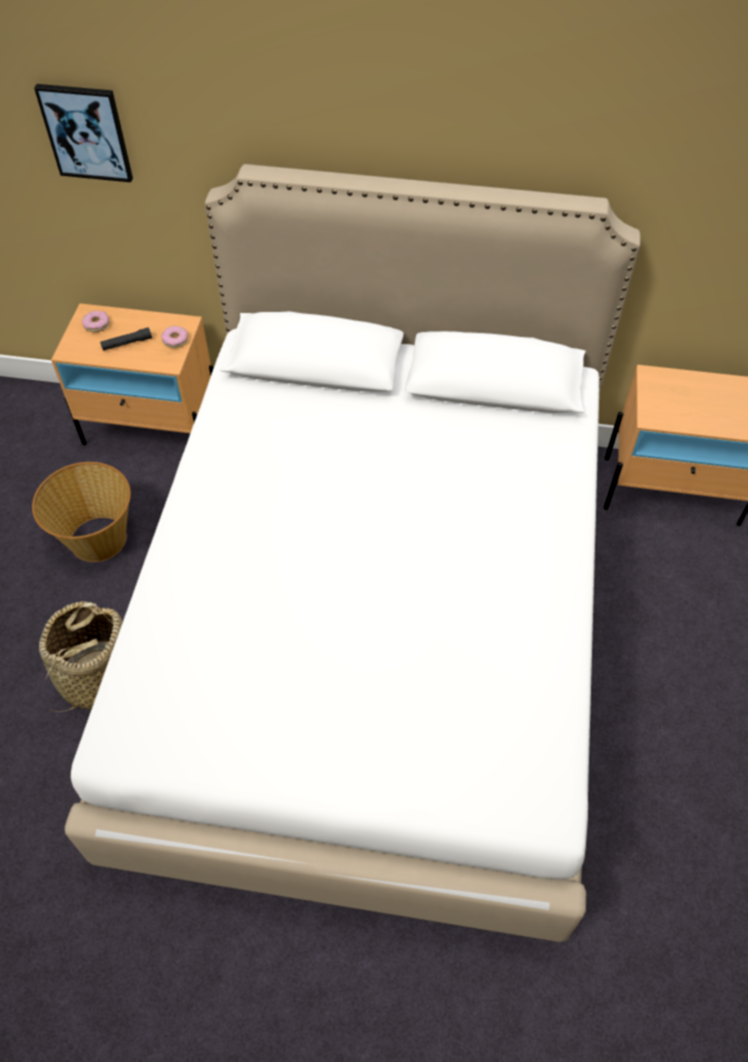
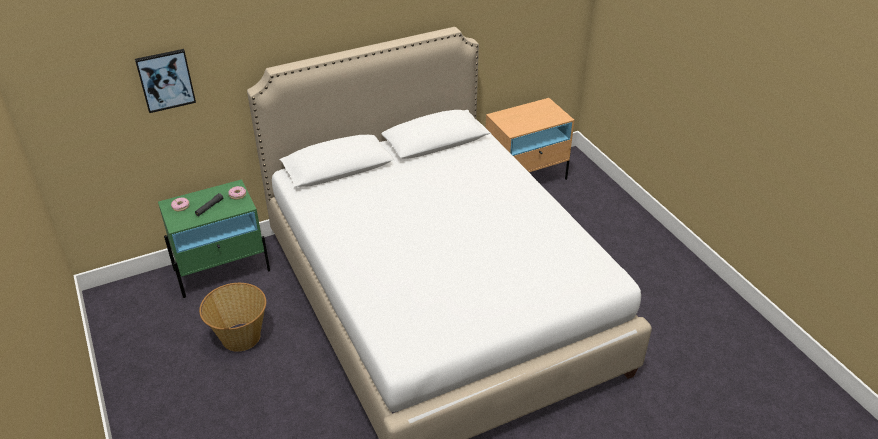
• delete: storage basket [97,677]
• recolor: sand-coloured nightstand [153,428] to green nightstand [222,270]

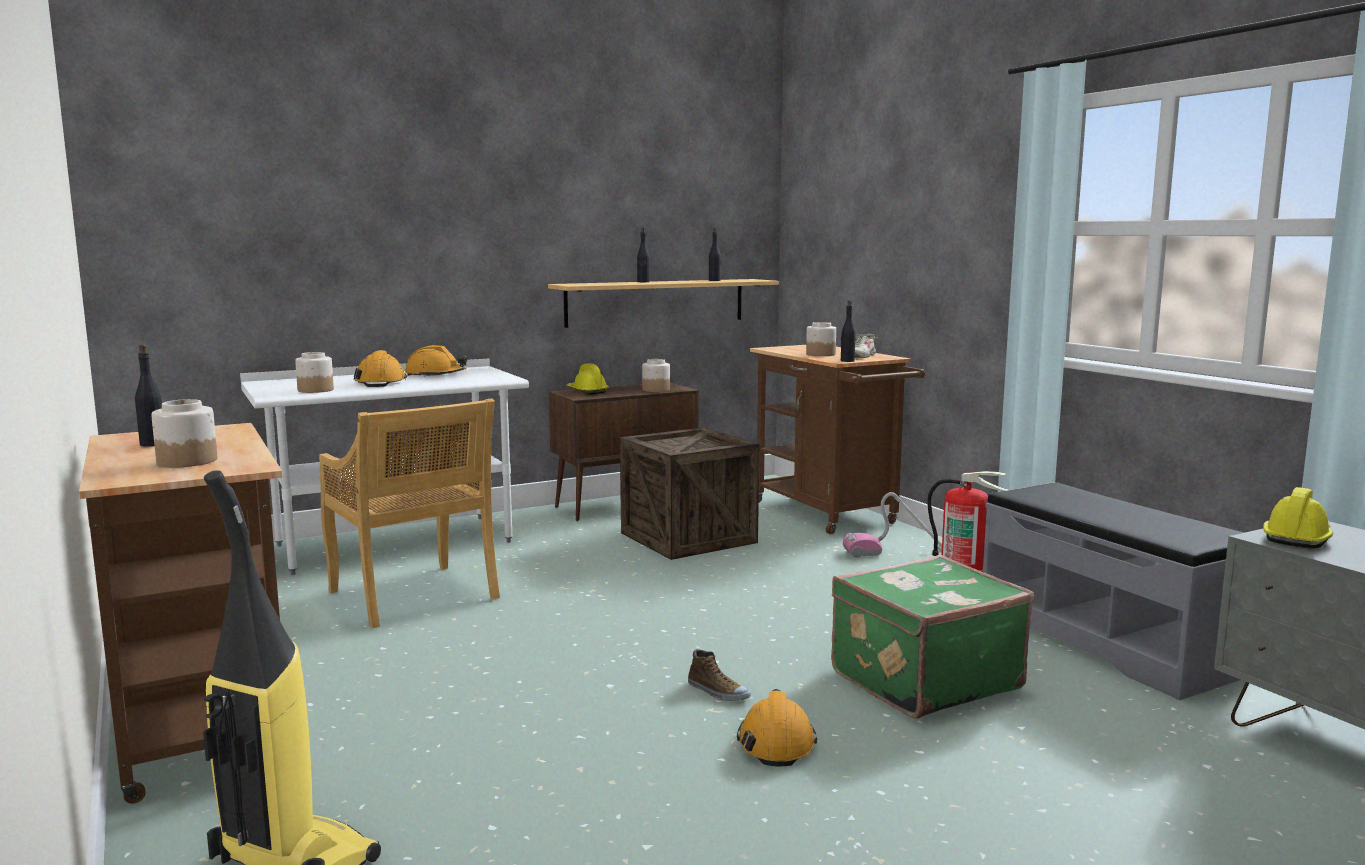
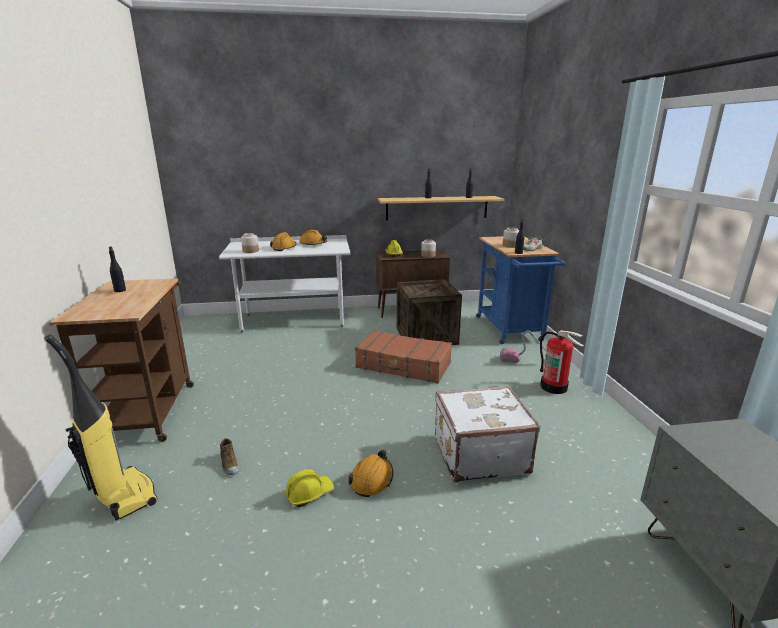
• delete: preserve jar [187,461]
• delete: sand-coloured plain chair [414,596]
• delete: greyish long seat [1107,641]
• insert: brown suitcase [403,366]
• move: item of footwear [717,692] to [229,464]
• move: yellowish safety helmet [1297,538] to [309,493]
• recolor: brown trolley [829,515] to blue trolley [510,331]
• recolor: green suitcase [922,679] to white-coloured suitcase [479,454]

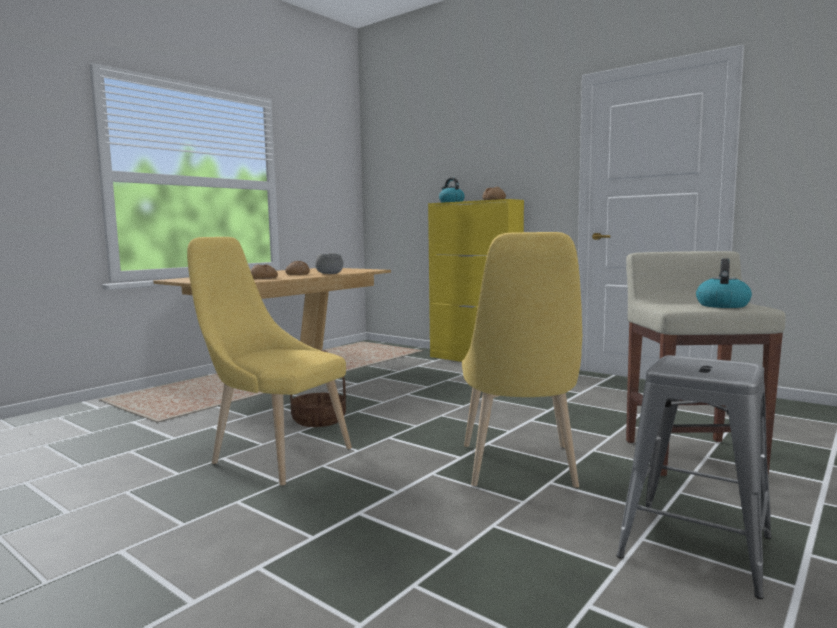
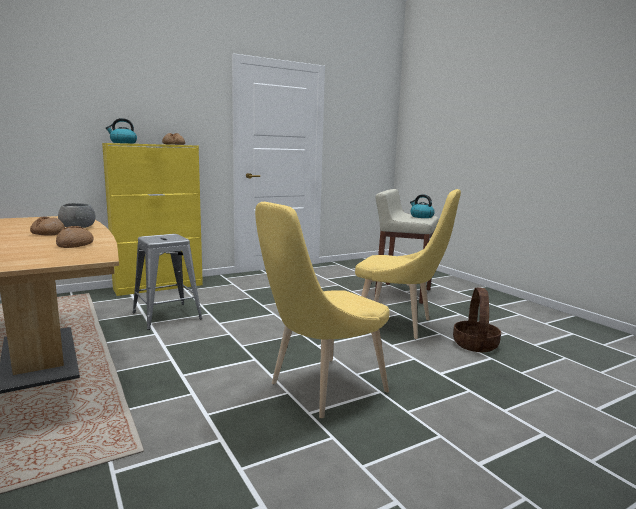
• move: storage basket [319,419] to [475,344]
• move: greyish stool [695,546] to [166,316]

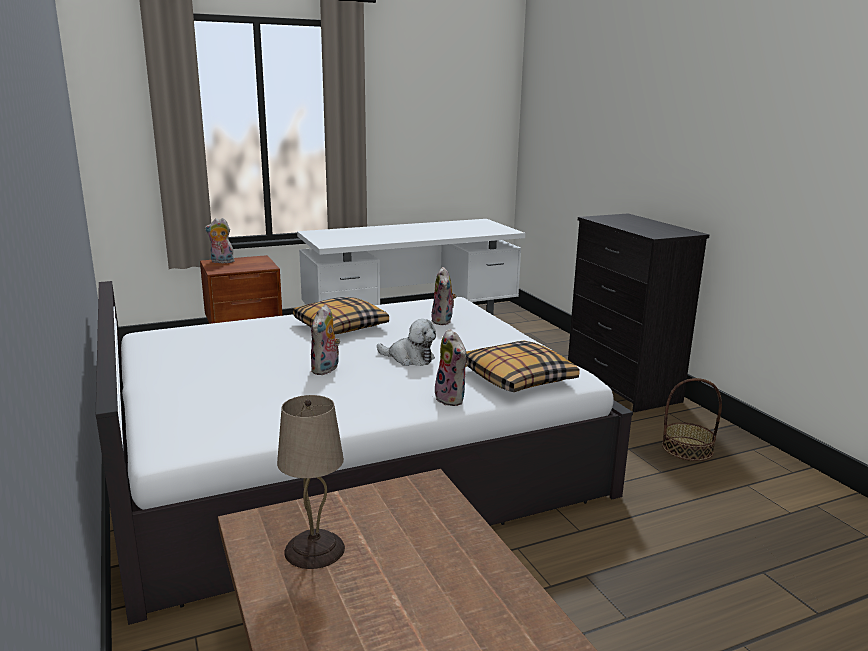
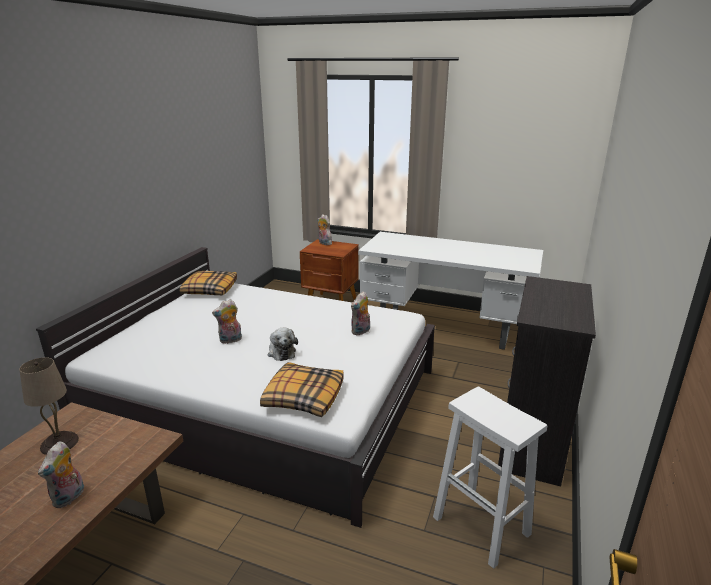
• move: cushion [340,326] to [209,289]
• move: soft toy [452,399] to [69,498]
• replace: storage basket [687,448] to white-coloured stool [482,526]

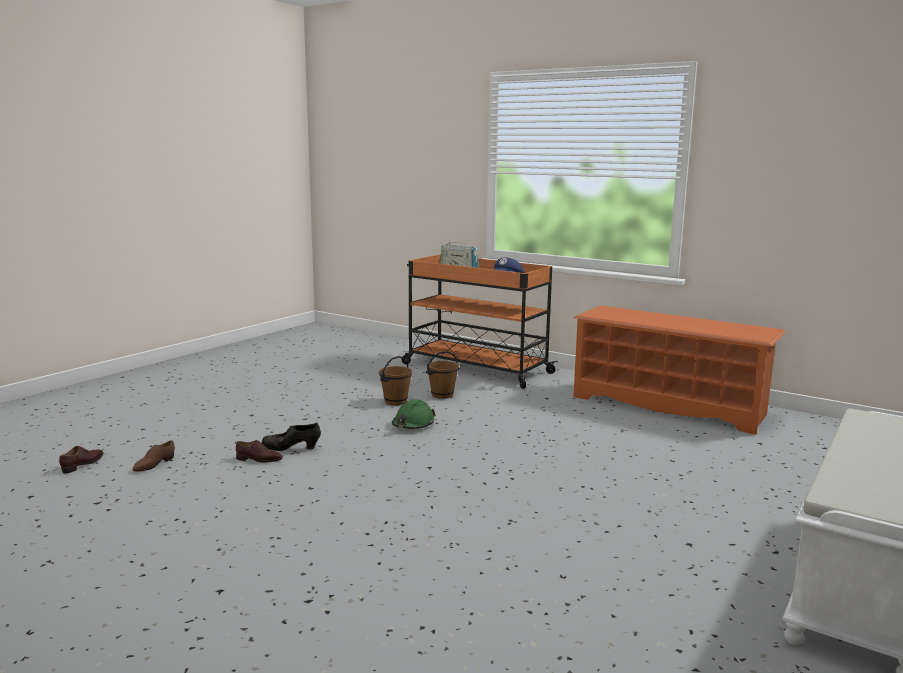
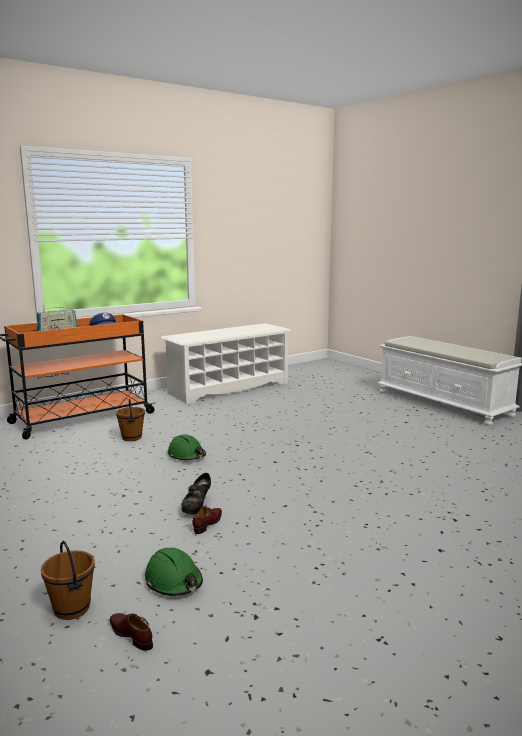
• move: brown bucket [395,401] to [71,609]
• replace: brown item of footwear [154,464] to green safety helmet [174,582]
• recolor: orangey shoe shelf [669,406] to white-coloured shoe shelf [228,388]

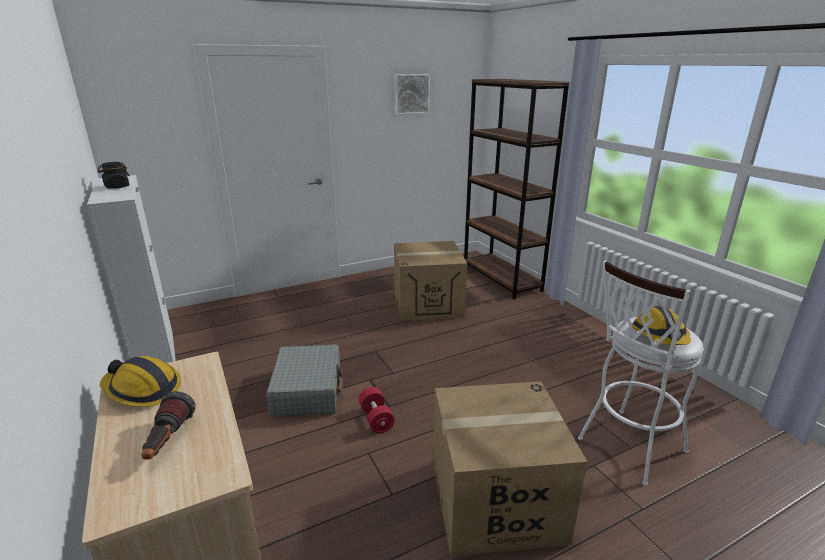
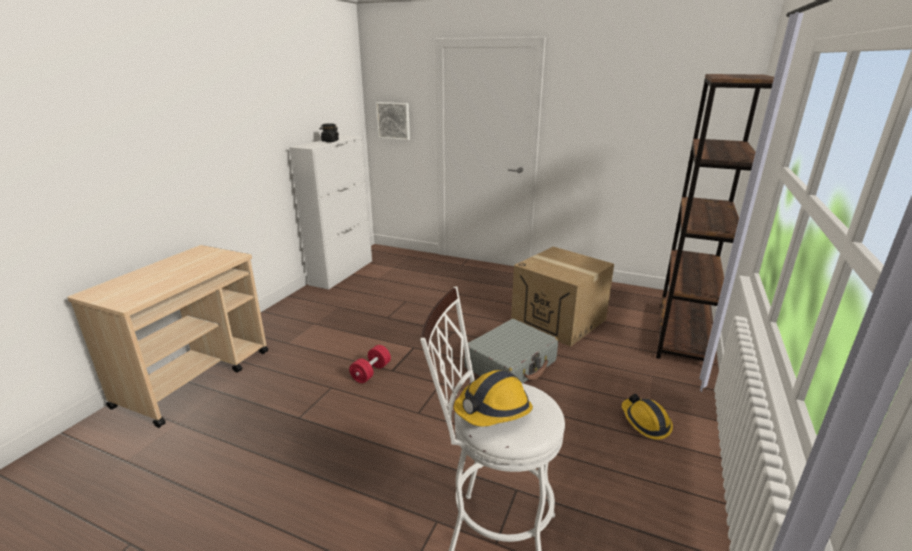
• delete: torch [168,441]
• delete: cardboard box [495,500]
• move: safety helmet [142,390] to [645,422]
• move: greyish suitcase [308,390] to [511,364]
• move: picture [411,94] to [394,120]

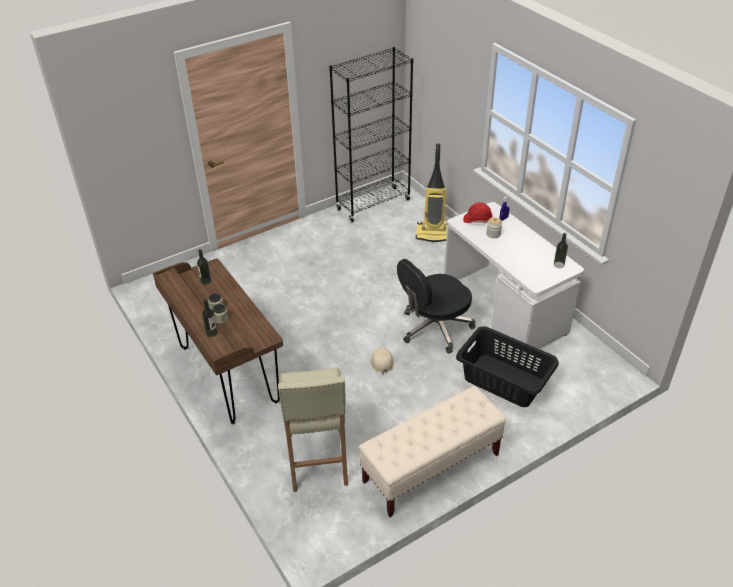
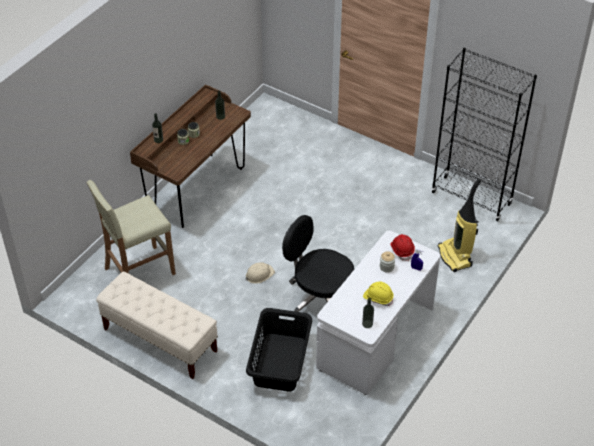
• insert: yellowish safety helmet [378,298]

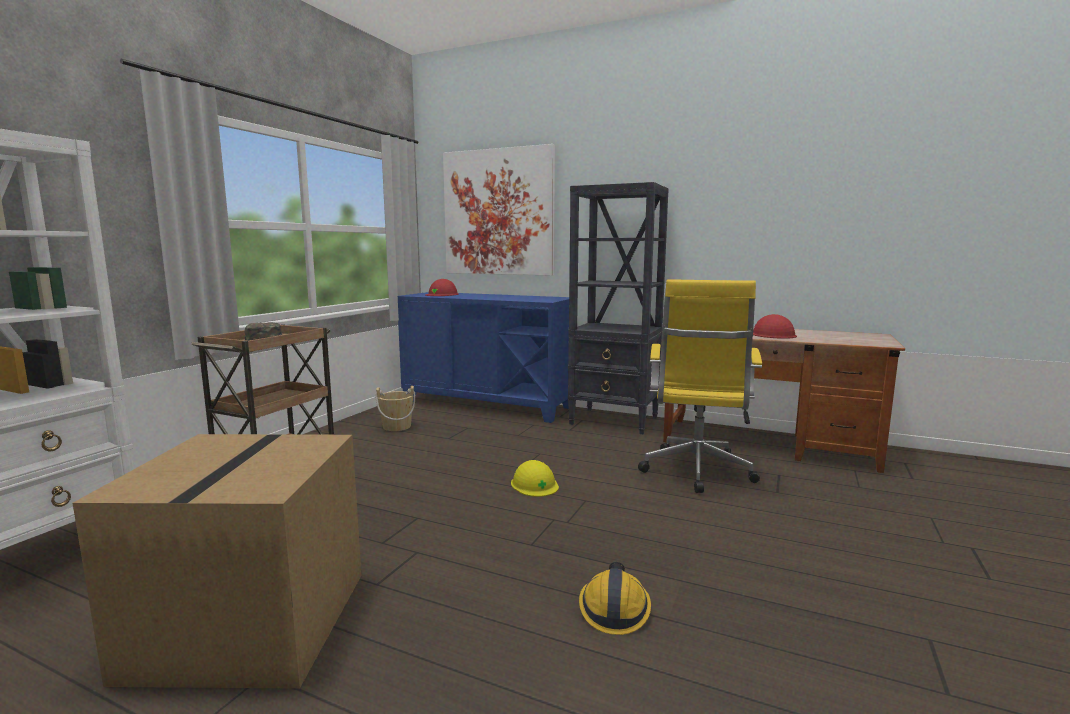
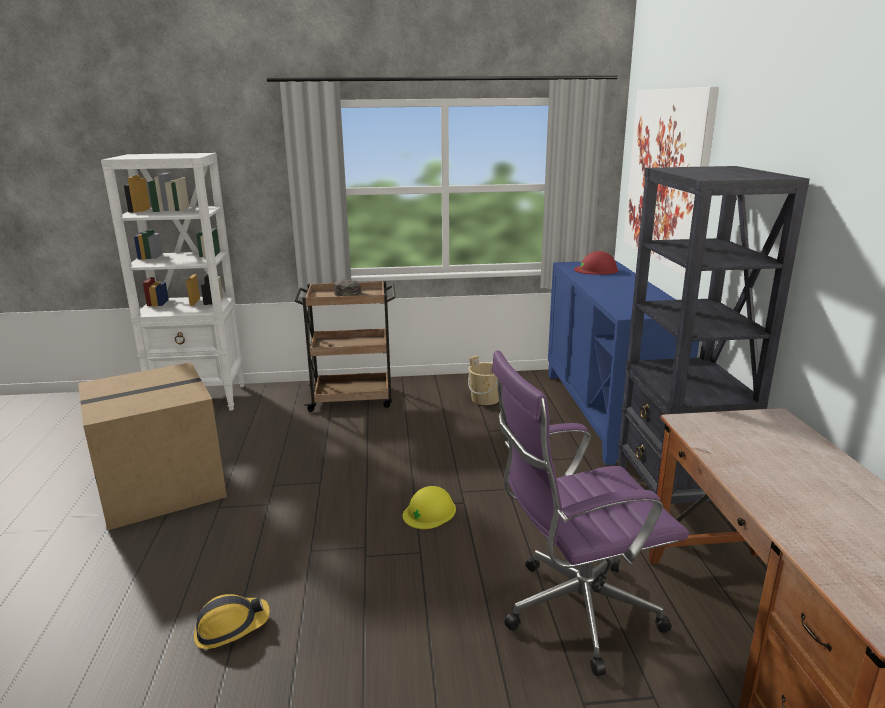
• delete: red safety helmet [771,334]
• recolor: yellowish desk chair [696,472] to purple-coloured desk chair [574,612]

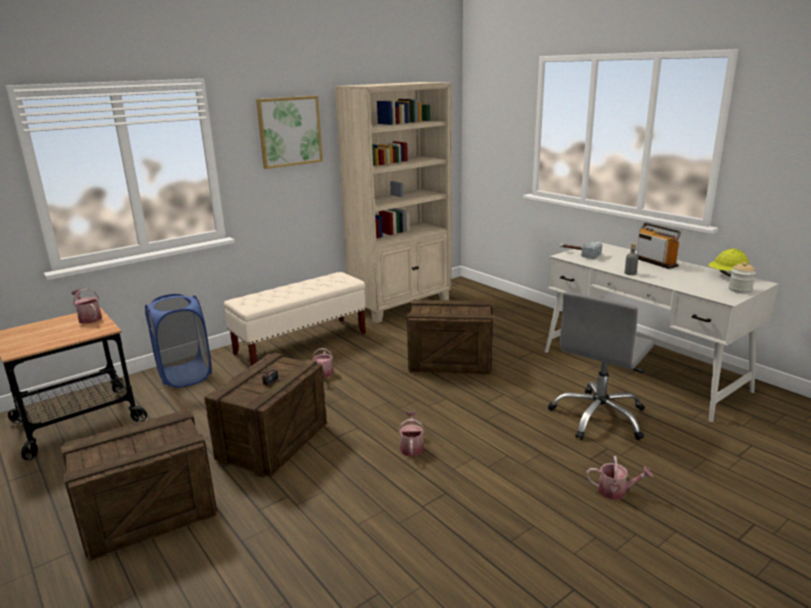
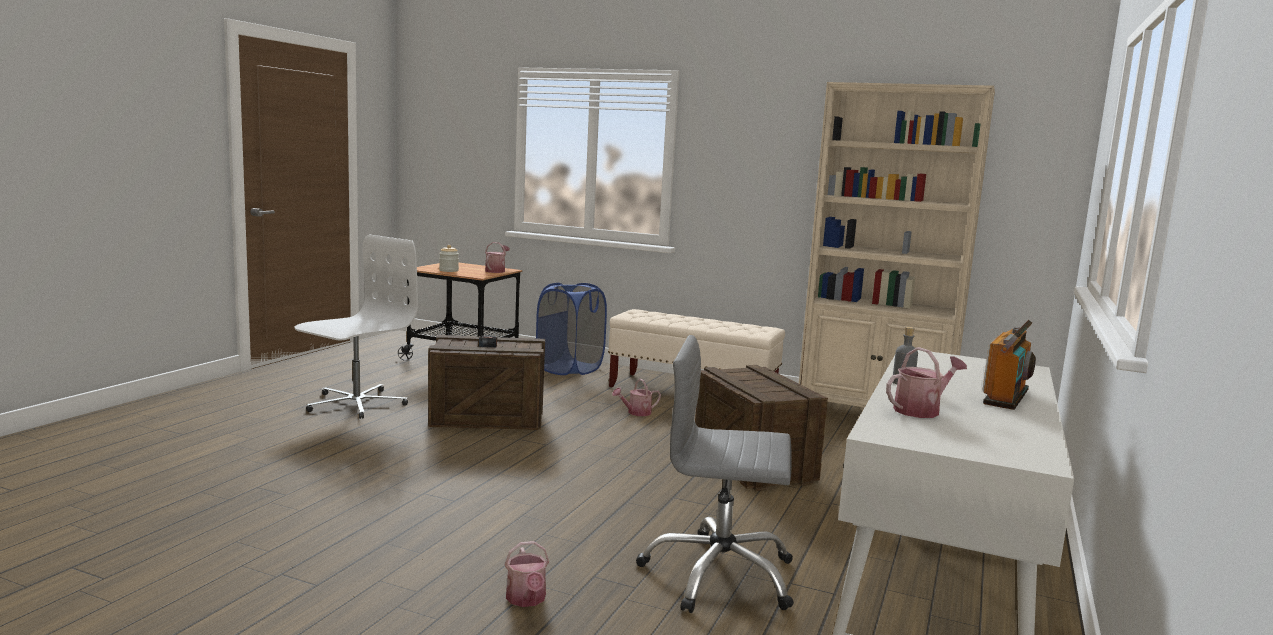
• delete: picture [289,131]
• delete: hammer [579,254]
• delete: yellowish safety helmet [727,275]
• move: sprinkling can [411,447] to [921,410]
• move: preserve jar [740,290] to [448,270]
• replace: crate [150,514] to white-coloured desk chair [355,404]

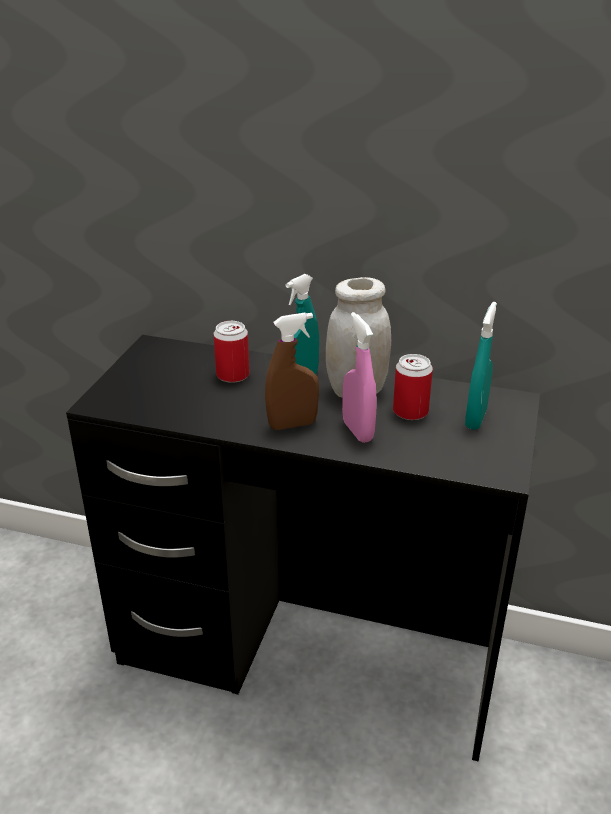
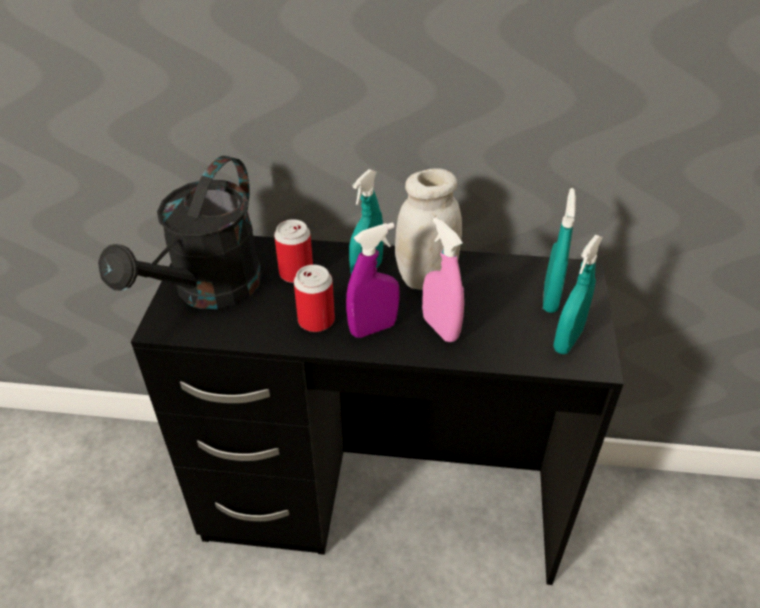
• insert: black sprinkling can [209,291]
• insert: turquoise-coloured spray bottle [567,340]
• move: sealed can [410,412] to [316,320]
• recolor: brown spray bottle [292,425] to purple-coloured spray bottle [373,328]

